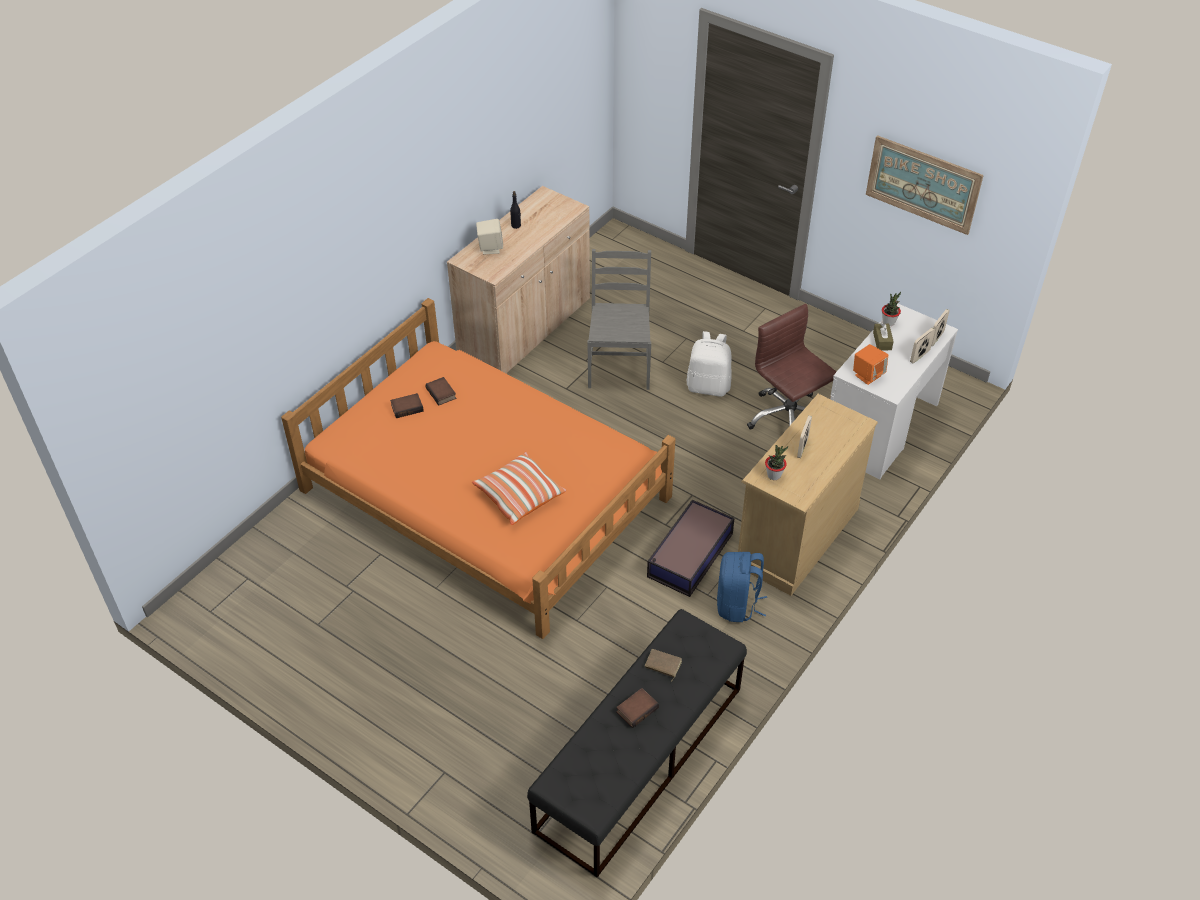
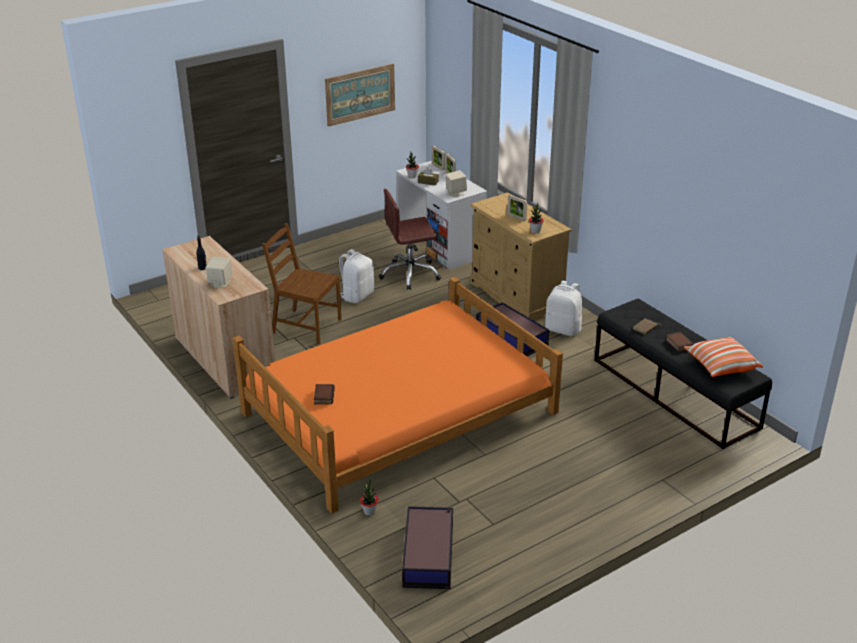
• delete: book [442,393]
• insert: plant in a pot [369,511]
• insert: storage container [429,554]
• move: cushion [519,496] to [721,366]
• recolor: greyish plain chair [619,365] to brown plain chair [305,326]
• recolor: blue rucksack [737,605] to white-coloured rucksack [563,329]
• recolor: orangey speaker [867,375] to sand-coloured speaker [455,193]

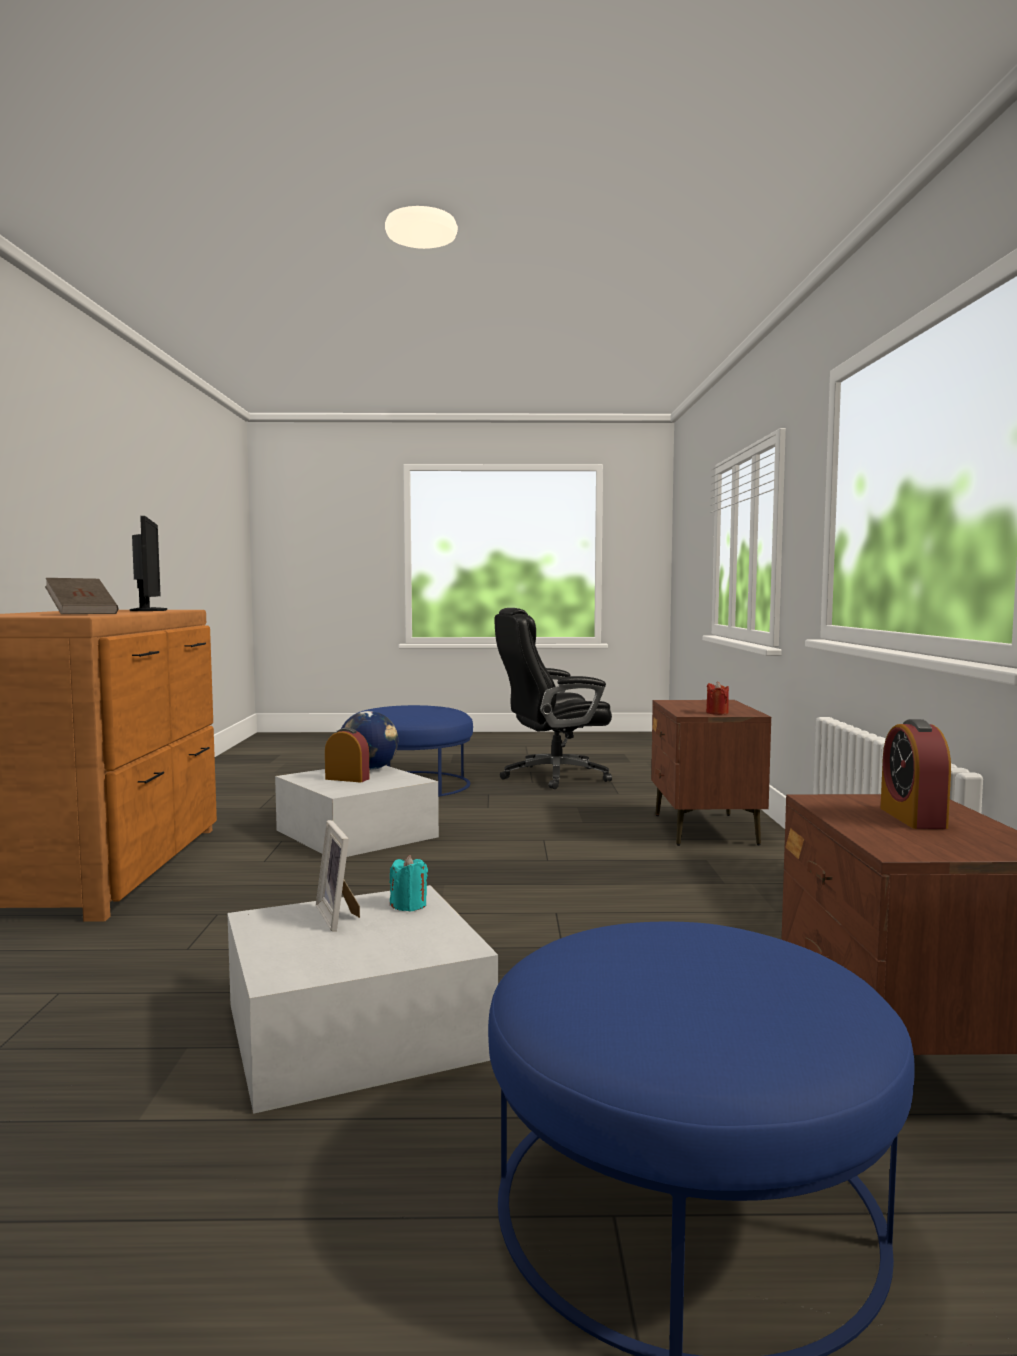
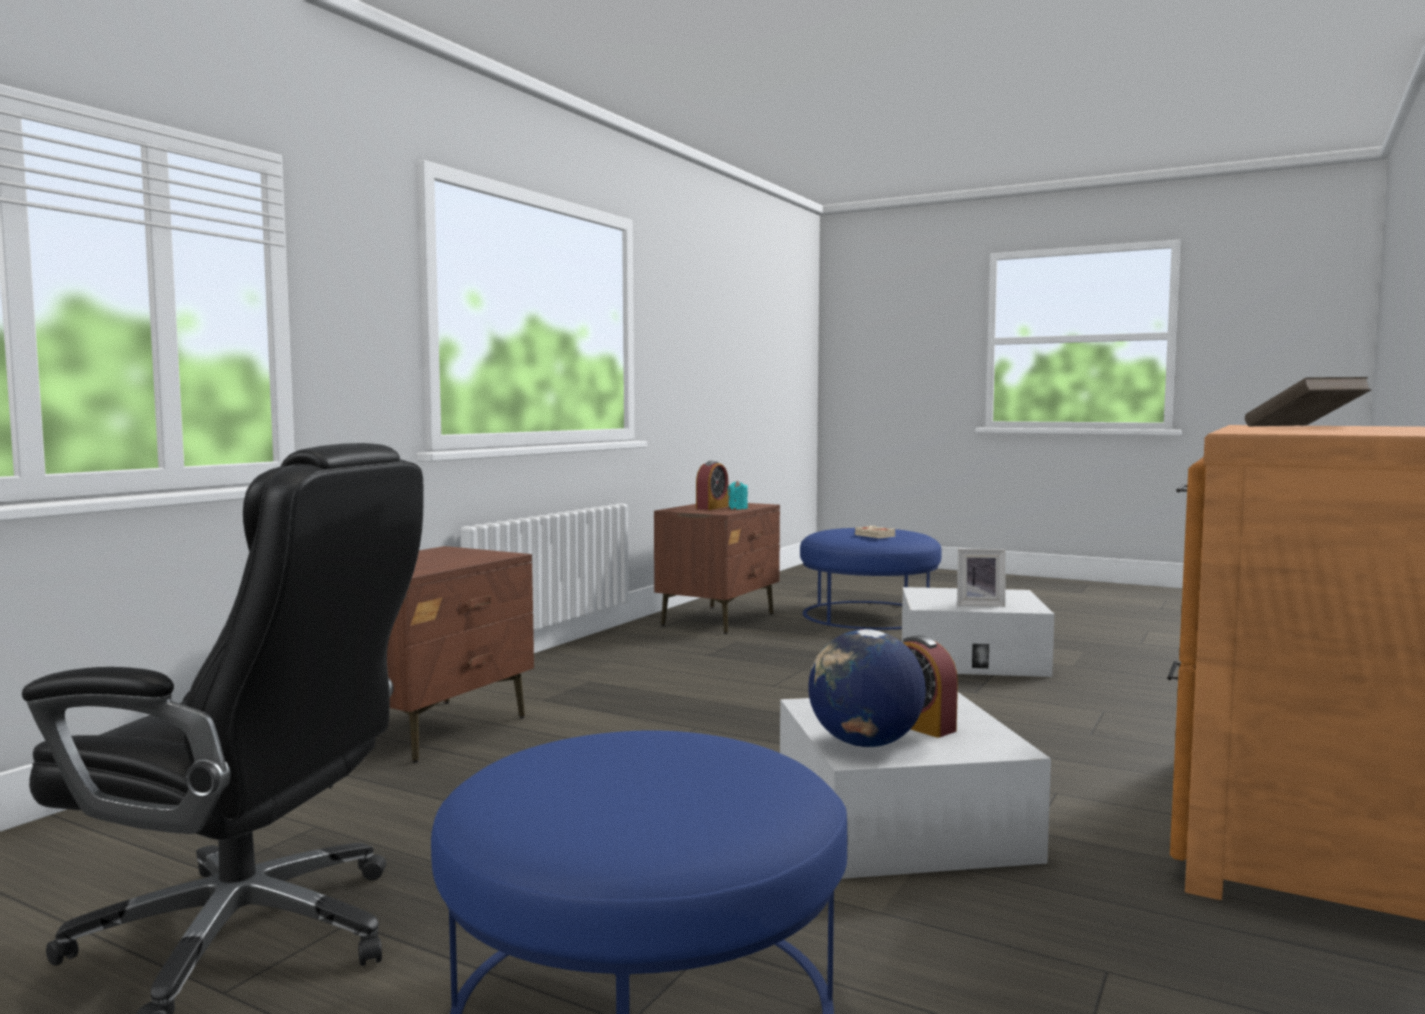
• delete: computer display [148,610]
• delete: red wax light [717,713]
• insert: sand-coloured book [874,536]
• move: turquoise-coloured wax light [409,905] to [738,508]
• rotate: picture frame [340,916] = [979,604] 90 degrees clockwise

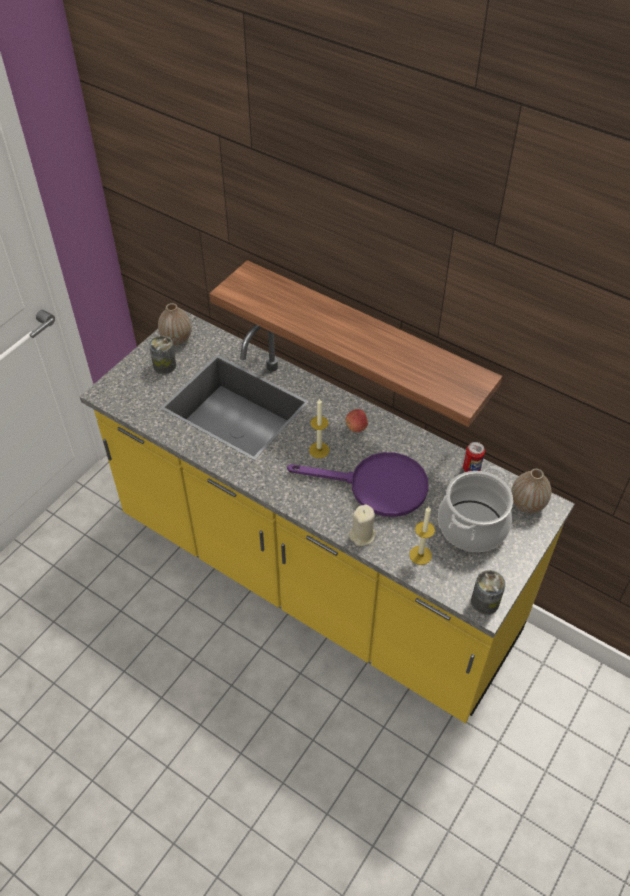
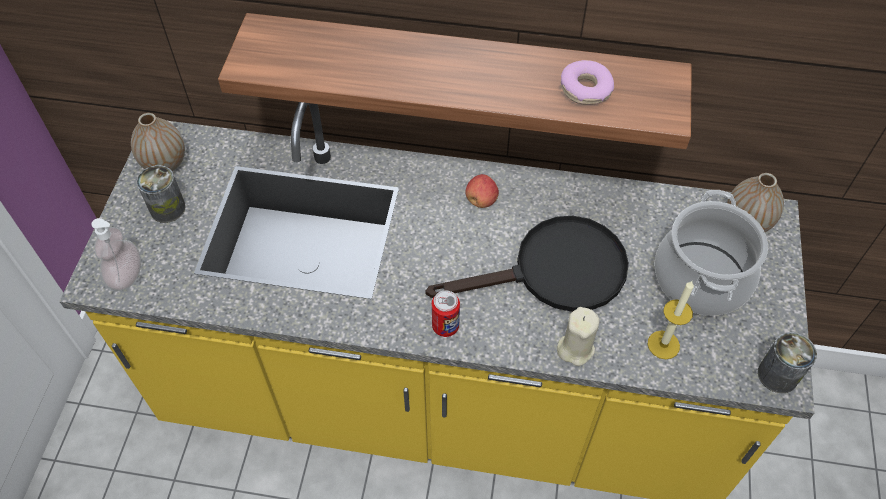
• delete: wax light [319,450]
• insert: soap bottle [126,275]
• insert: donut [585,89]
• move: sealed can [471,469] to [445,326]
• recolor: purple-coloured frying pan [376,486] to black frying pan [554,272]

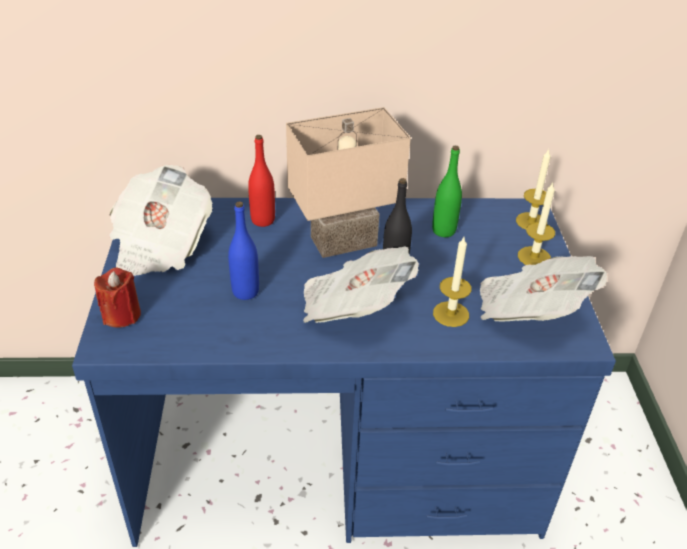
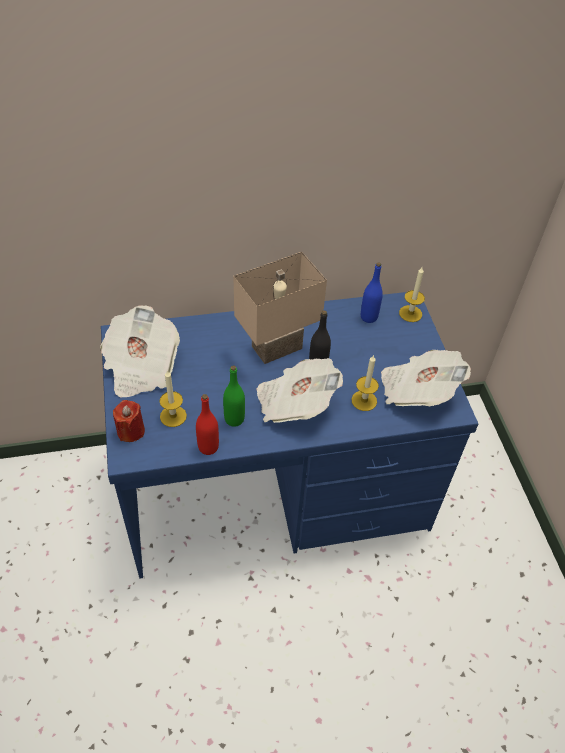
• move: blue drink bottle [245,292] to [368,317]
• move: red drink bottle [263,220] to [208,447]
• move: green drink bottle [443,231] to [234,419]
• move: wax light [534,257] to [173,416]

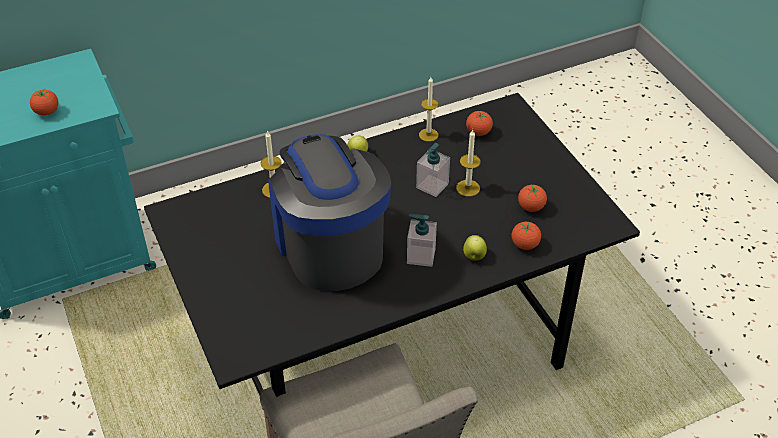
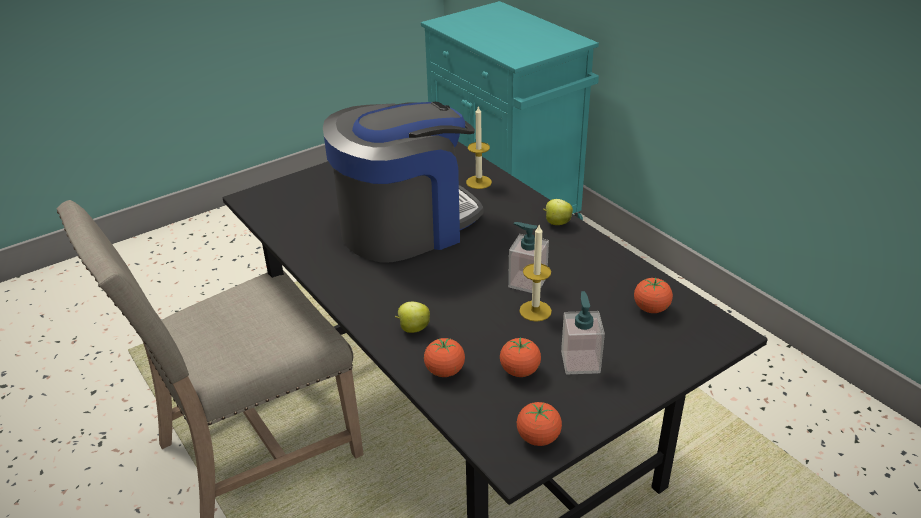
• delete: wax light [428,135]
• move: whole tomato [47,112] to [538,438]
• move: soap bottle [421,256] to [580,362]

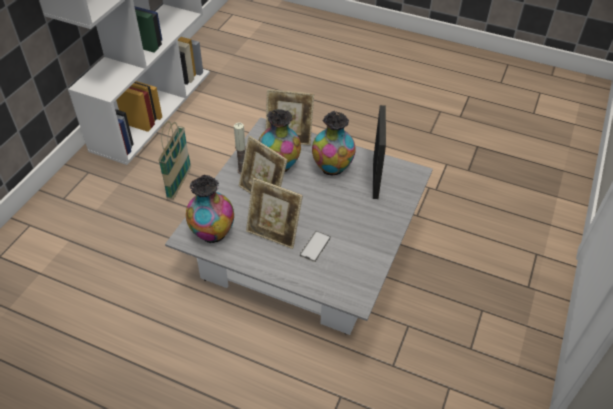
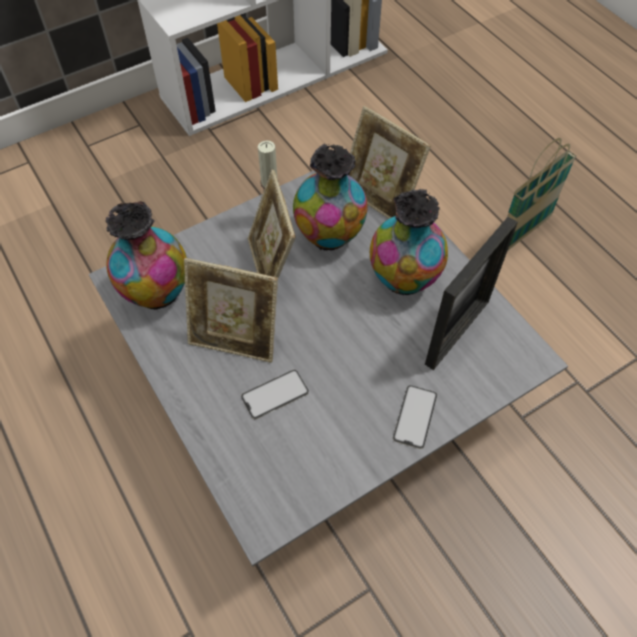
• insert: phone [415,416]
• move: storage basket [179,183] to [523,233]
• rotate: picture frame [274,233] = [235,339] 45 degrees counterclockwise

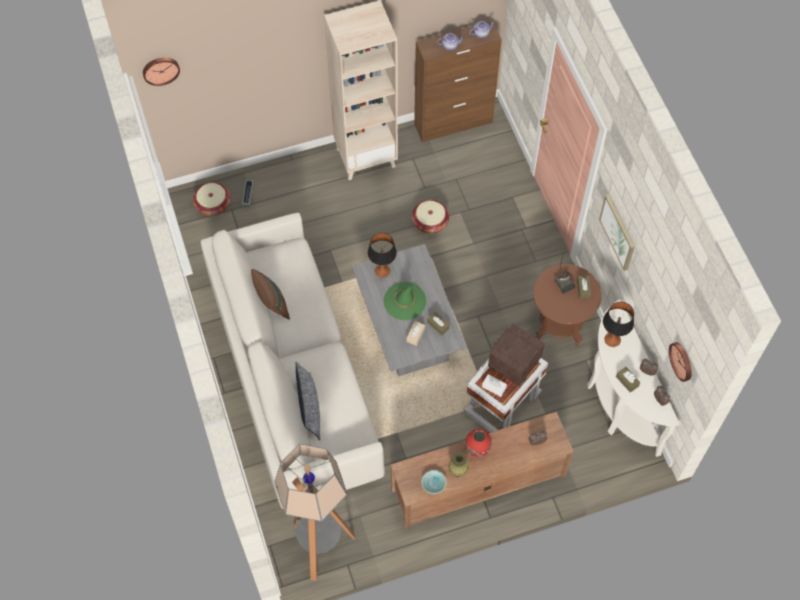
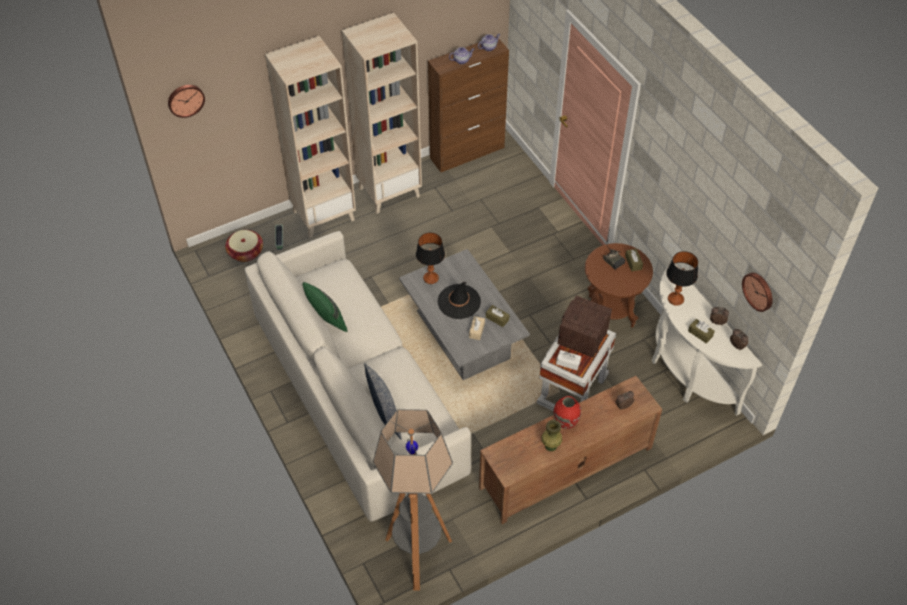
• delete: storage basket [430,222]
• delete: turquoise-coloured deep dish [434,483]
• delete: picture [618,232]
• insert: sand-coloured bookcase [324,215]
• recolor: brown cushion [272,305] to green cushion [326,321]
• recolor: green wearable hat [404,301] to black wearable hat [459,302]

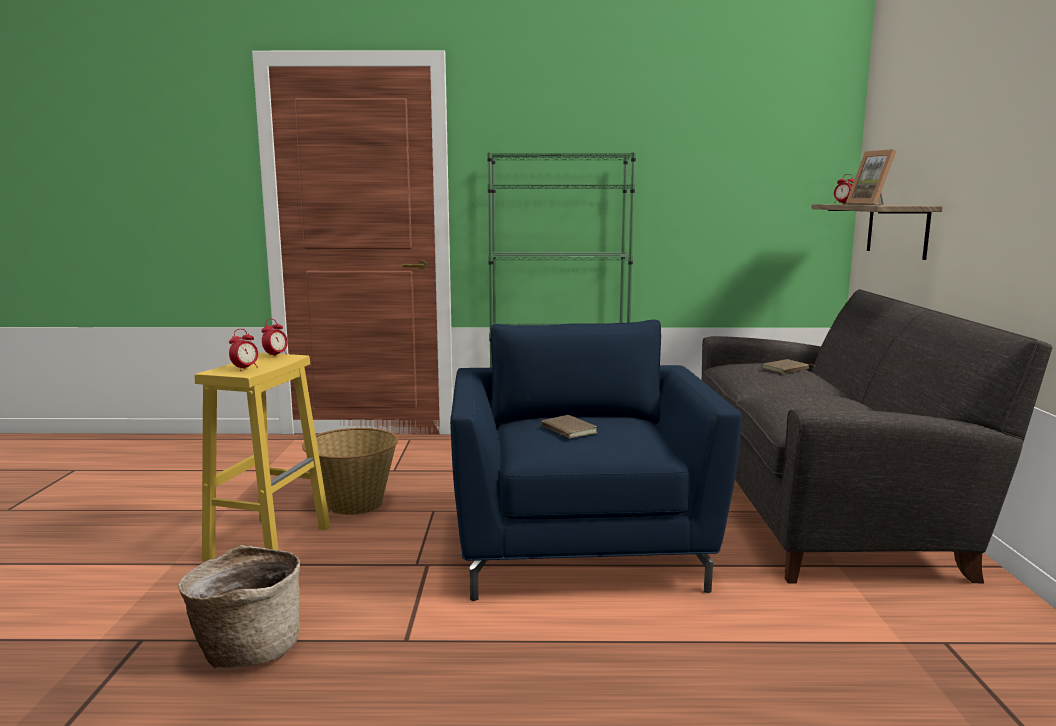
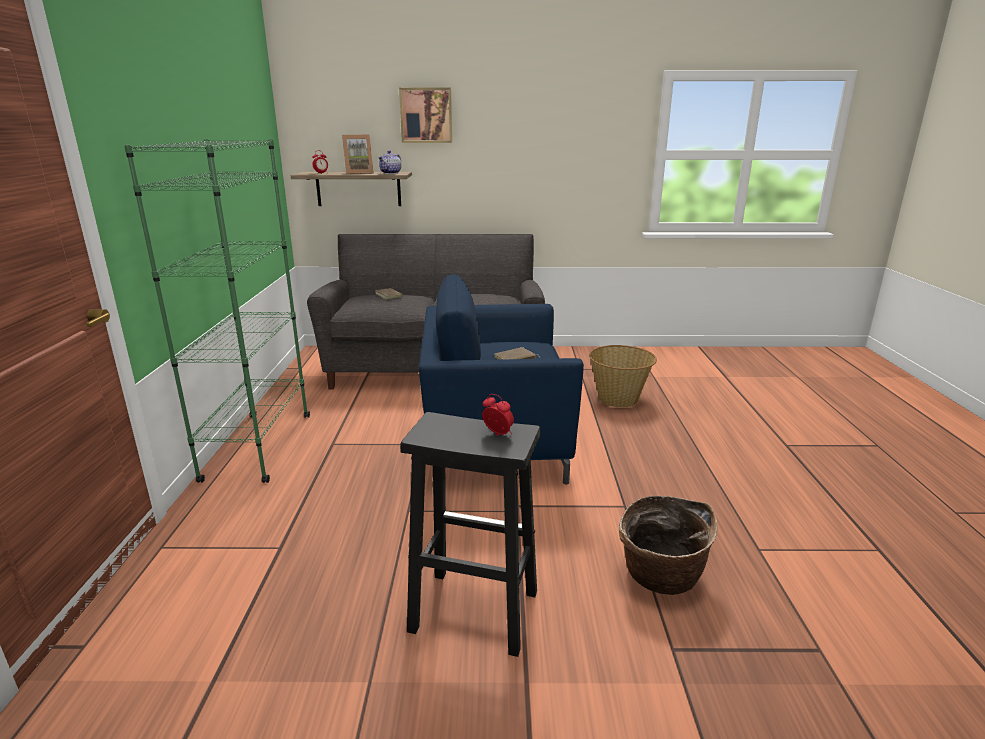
• delete: alarm clock [275,356]
• insert: tea pot [391,173]
• insert: picture [426,115]
• move: storage basket [354,504] to [619,399]
• recolor: yellowish stool [270,542] to black stool [472,611]

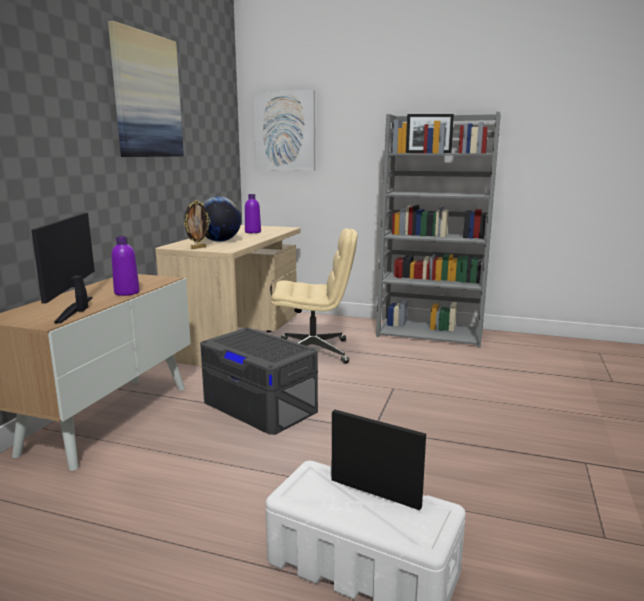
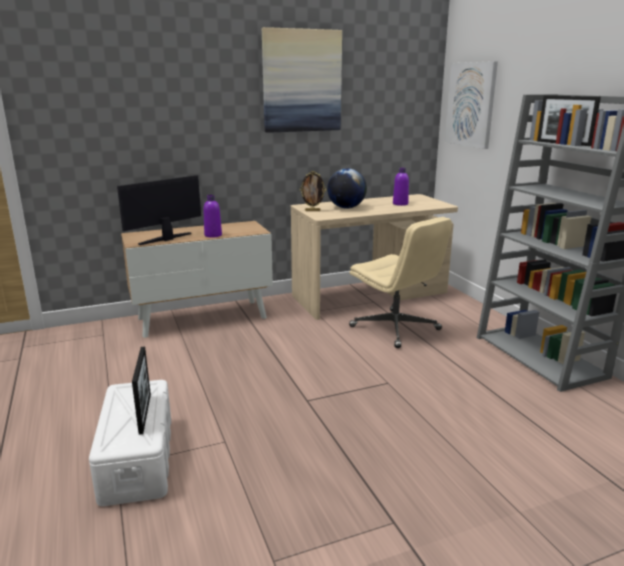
• delete: greyish storage container [259,406]

